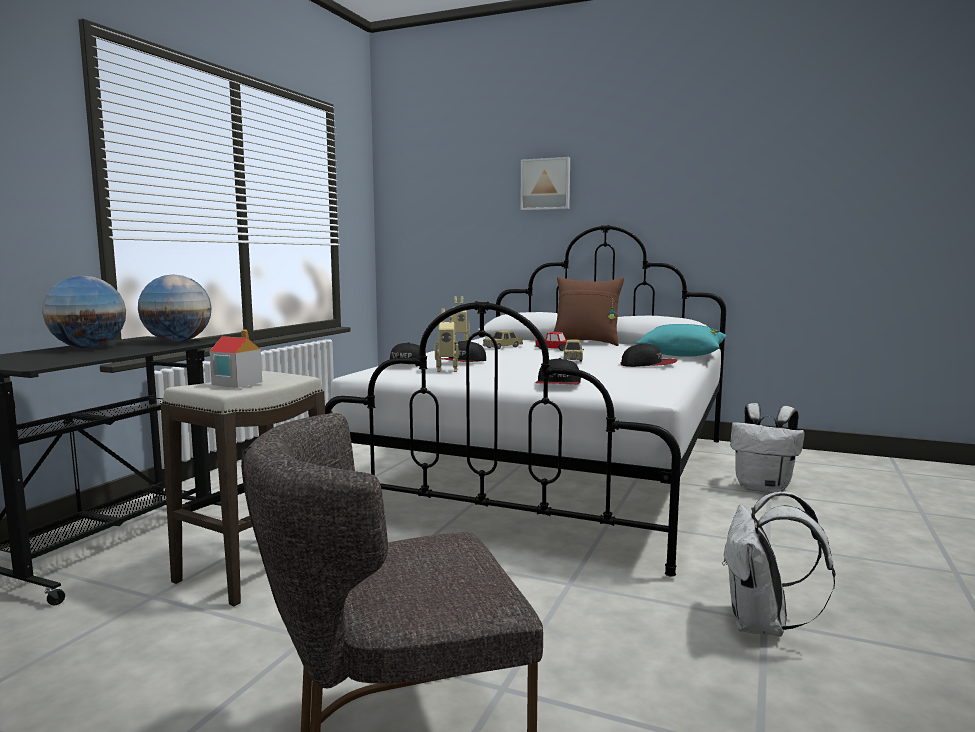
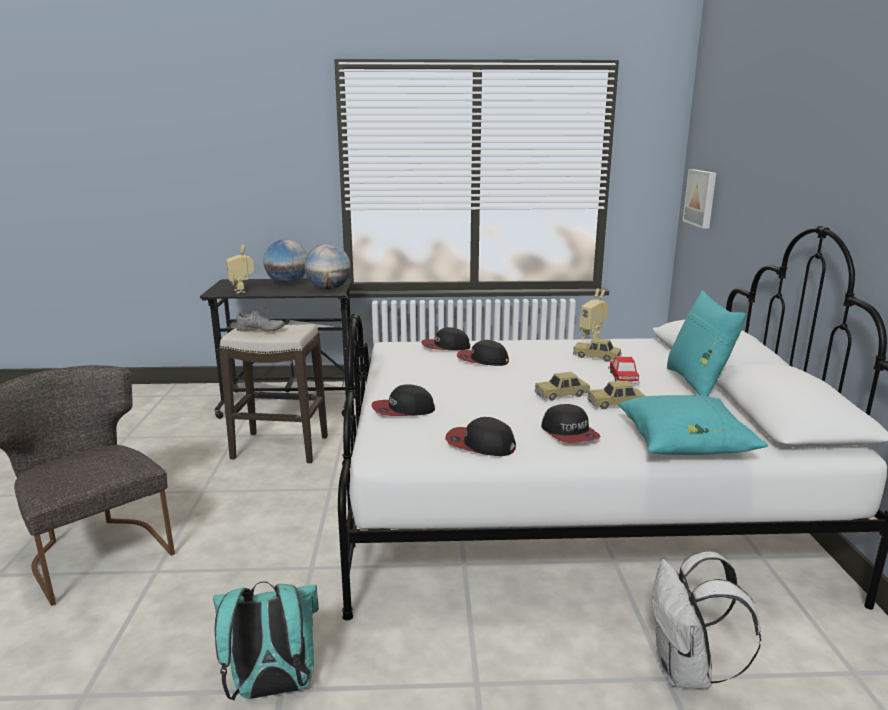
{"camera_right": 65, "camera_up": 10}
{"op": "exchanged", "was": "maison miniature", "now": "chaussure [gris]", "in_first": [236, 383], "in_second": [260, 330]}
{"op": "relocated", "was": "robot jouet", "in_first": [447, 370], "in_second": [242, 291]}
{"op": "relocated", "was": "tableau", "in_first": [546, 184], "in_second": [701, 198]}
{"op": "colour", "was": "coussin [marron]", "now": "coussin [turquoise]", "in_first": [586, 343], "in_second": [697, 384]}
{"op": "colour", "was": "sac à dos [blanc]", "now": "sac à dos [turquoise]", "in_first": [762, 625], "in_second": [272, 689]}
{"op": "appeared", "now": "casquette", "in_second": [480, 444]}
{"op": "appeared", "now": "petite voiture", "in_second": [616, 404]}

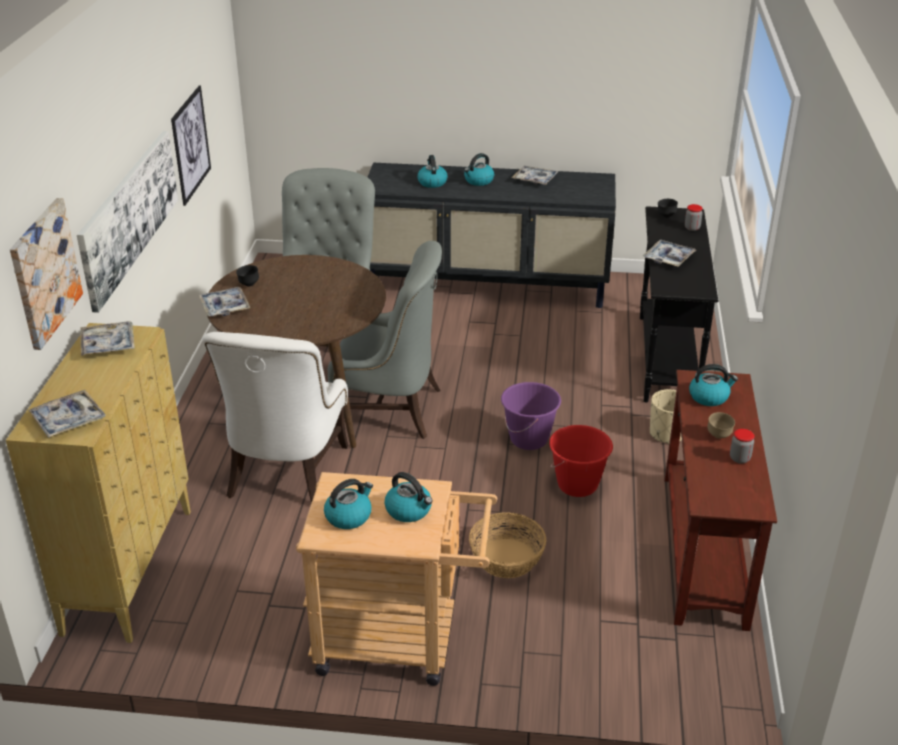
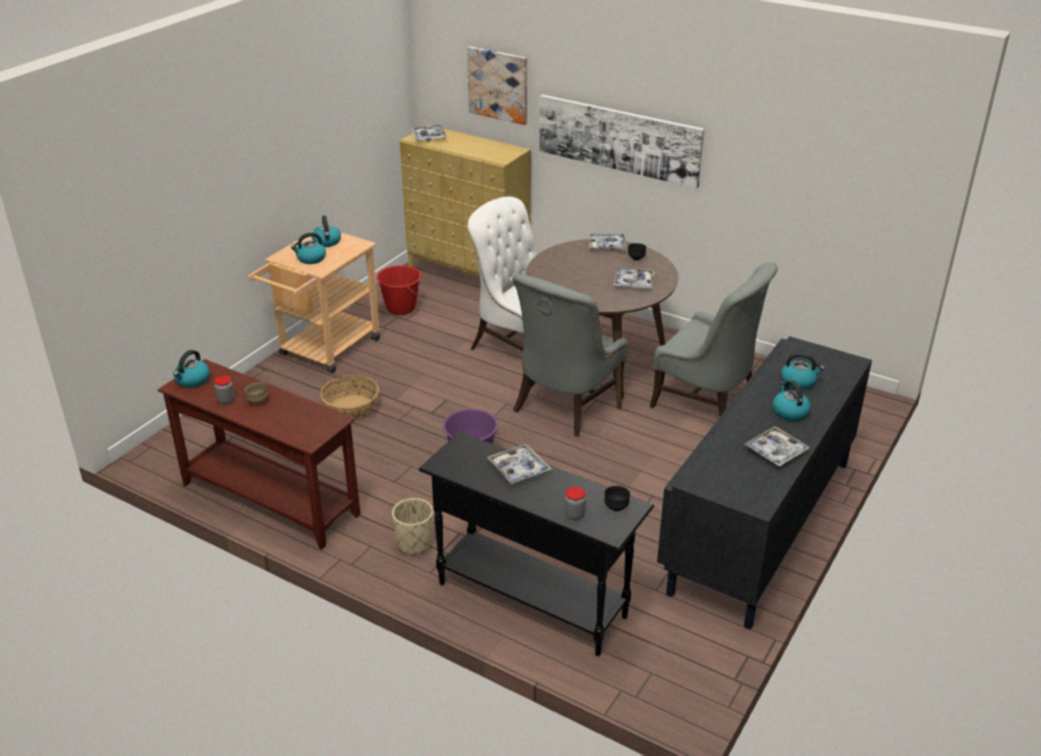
{"camera_right": 115, "camera_up": 0}
{"op": "relocated", "was": "plateau", "in_first": [108, 344], "in_second": [633, 282]}
{"op": "missing", "was": "tableau", "in_first": [191, 144]}
{"op": "relocated", "was": "seau [rouge]", "in_first": [577, 485], "in_second": [400, 308]}
{"op": "relocated", "was": "bouilloire", "in_first": [709, 397], "in_second": [192, 380]}

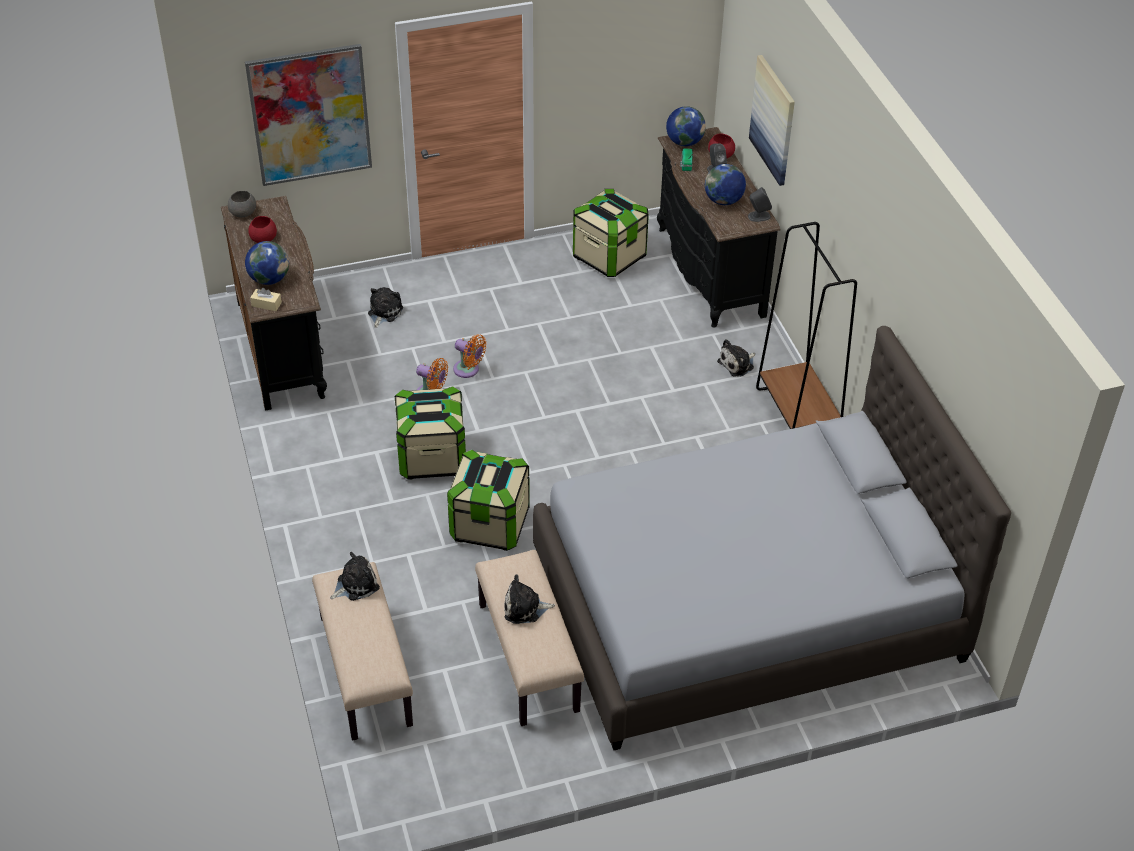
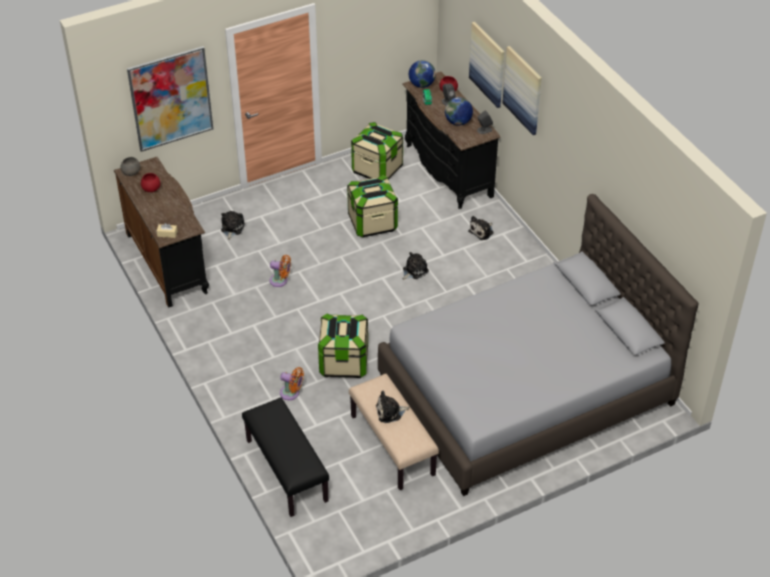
{"camera_right": -10, "camera_up": 0}
{"op": "missing", "was": "globe", "in_first": [269, 279]}
{"op": "colour", "was": "banc [beige]", "now": "banc [noir]", "in_first": [364, 670], "in_second": [286, 470]}
{"op": "relocated", "was": "peluche", "in_first": [355, 584], "in_second": [414, 271]}
{"op": "relocated", "was": "boîte de rangement", "in_first": [432, 457], "in_second": [372, 223]}
{"op": "relocated", "was": "ventilateur [orange]", "in_first": [468, 370], "in_second": [291, 393]}
{"op": "missing", "was": "portant", "in_first": [797, 414]}
{"op": "appeared", "now": "tableau", "in_second": [523, 90]}

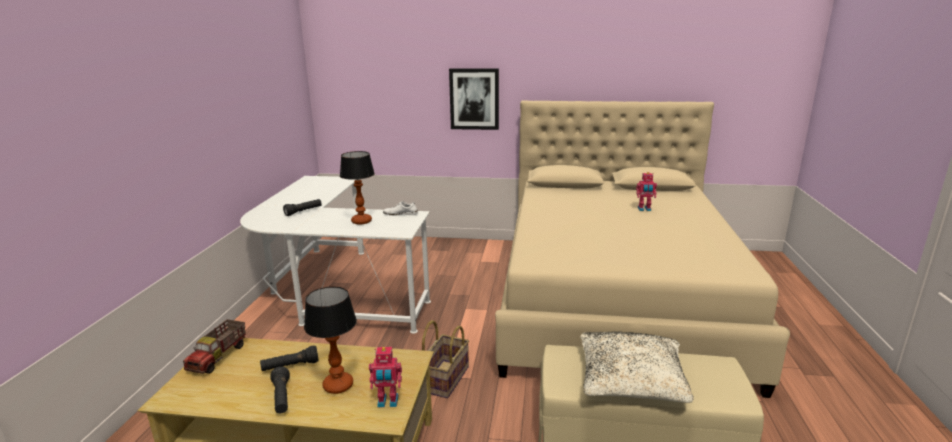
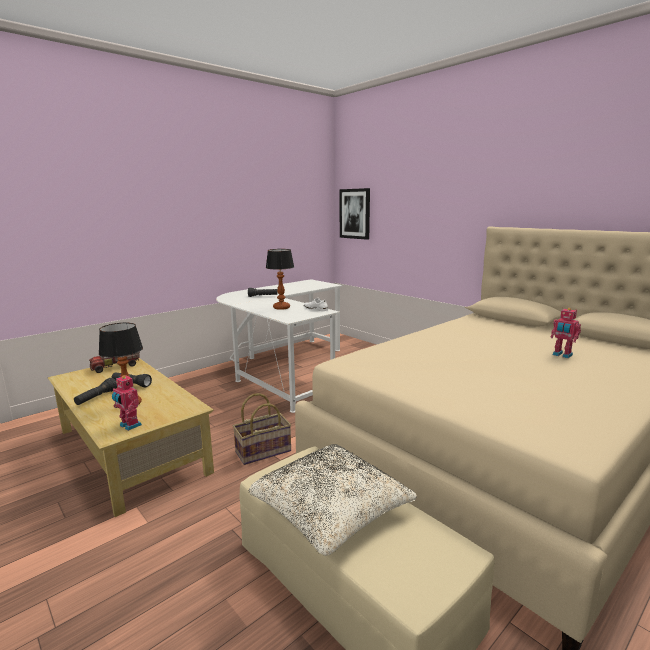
{"camera_right": 40, "camera_up": -5}
{"op": "relocated", "was": "tableau", "in_first": [474, 99], "in_second": [355, 213]}

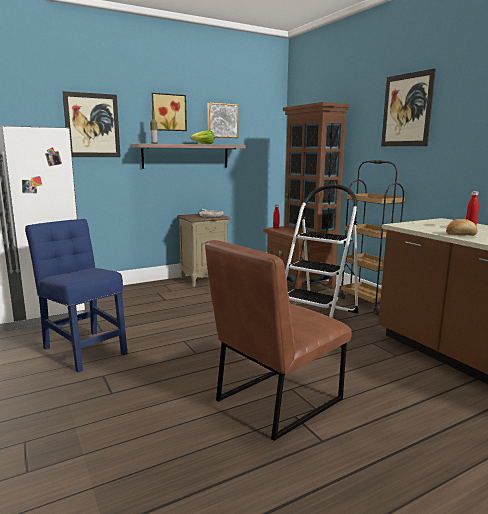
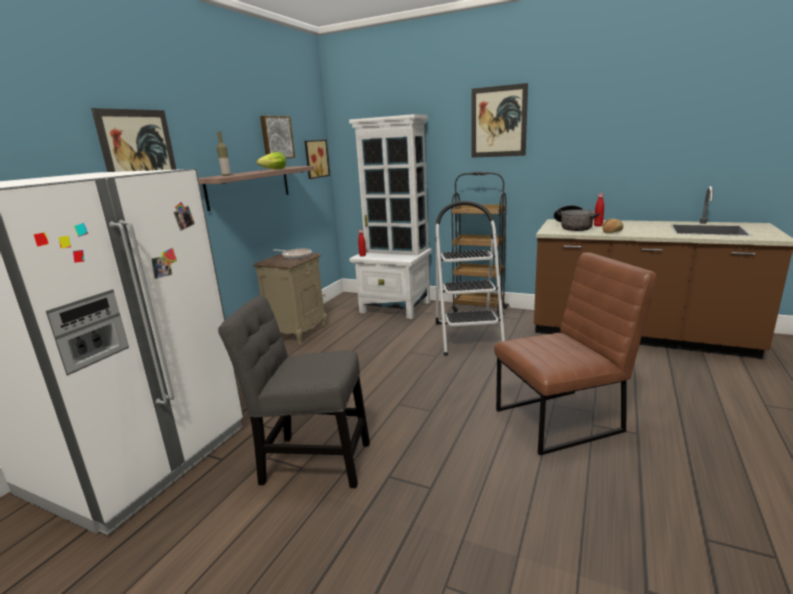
{"camera_right": -35, "camera_up": 5}
{"op": "colour", "was": "chaise [bleu]", "now": "chaise [gris]", "in_first": [83, 349], "in_second": [311, 461]}
{"op": "relocated", "was": "tableau", "in_first": [168, 112], "in_second": [315, 159]}
{"op": "spun", "was": "chaise [marron]", "in_first": [276, 400], "in_second": [561, 420], "clockwise": -120}
{"op": "colour", "was": "meuble de rangement [marron]", "now": "meuble de rangement [blanc]", "in_first": [299, 282], "in_second": [395, 307]}
{"op": "appeared", "now": "marmite", "in_second": [573, 227]}

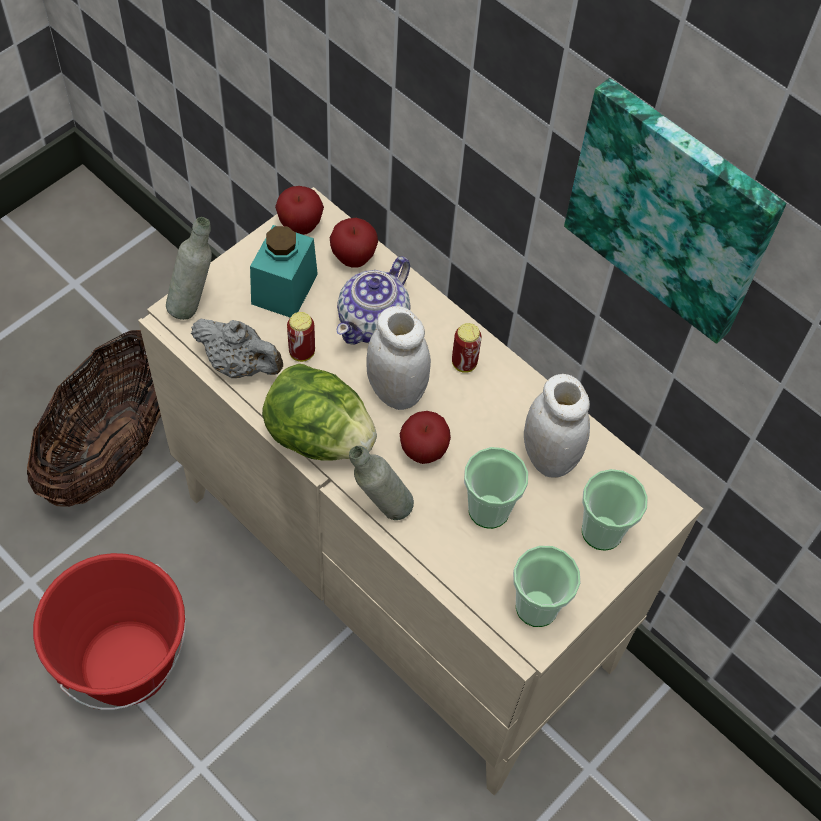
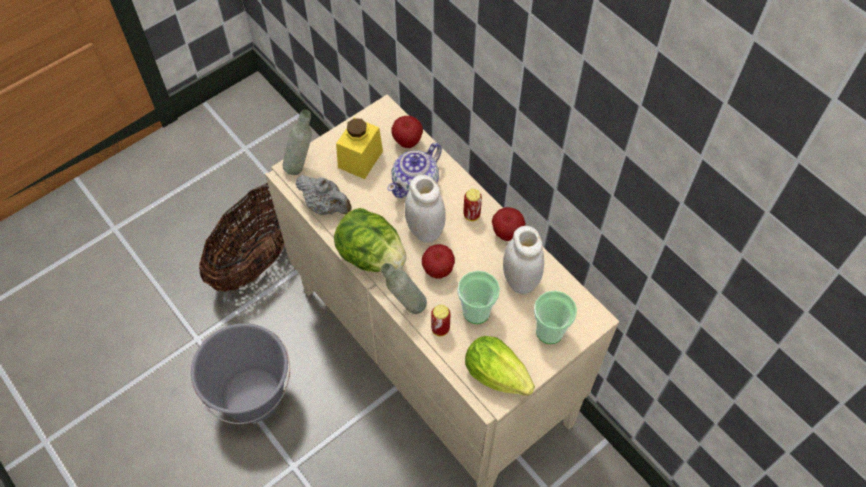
{"camera_right": 10, "camera_up": 0}
{"op": "colour", "was": "seau [rouge]", "now": "seau [gris]", "in_first": [126, 663], "in_second": [253, 396]}
{"op": "colour", "was": "bocal [turquoise]", "now": "bocal [jaune]", "in_first": [284, 289], "in_second": [360, 159]}
{"op": "relocated", "was": "pomme", "in_first": [300, 226], "in_second": [507, 233]}
{"op": "relocated", "was": "boîte métallique", "in_first": [302, 352], "in_second": [440, 329]}
{"op": "exchanged", "was": "tasse", "now": "laitue", "in_first": [536, 606], "in_second": [500, 377]}
{"op": "missing", "was": "tableau", "in_first": [672, 209]}

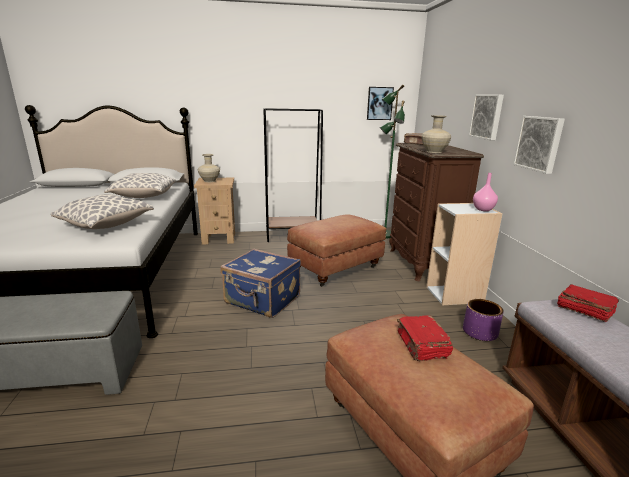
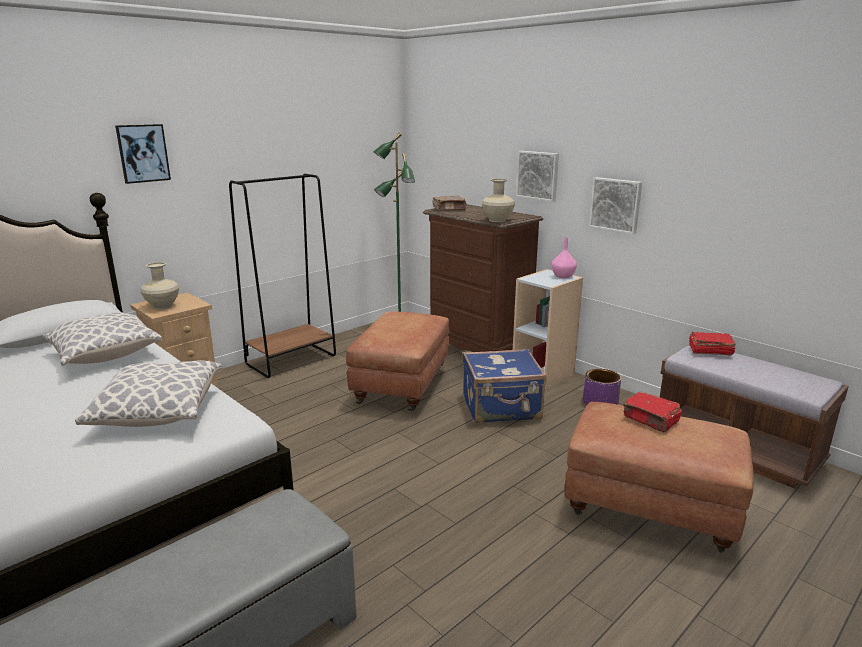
{"camera_right": -35, "camera_up": 0}
{"op": "relocated", "was": "valise [bleu]", "in_first": [262, 300], "in_second": [502, 408]}
{"op": "relocated", "was": "tableau", "in_first": [379, 103], "in_second": [143, 153]}

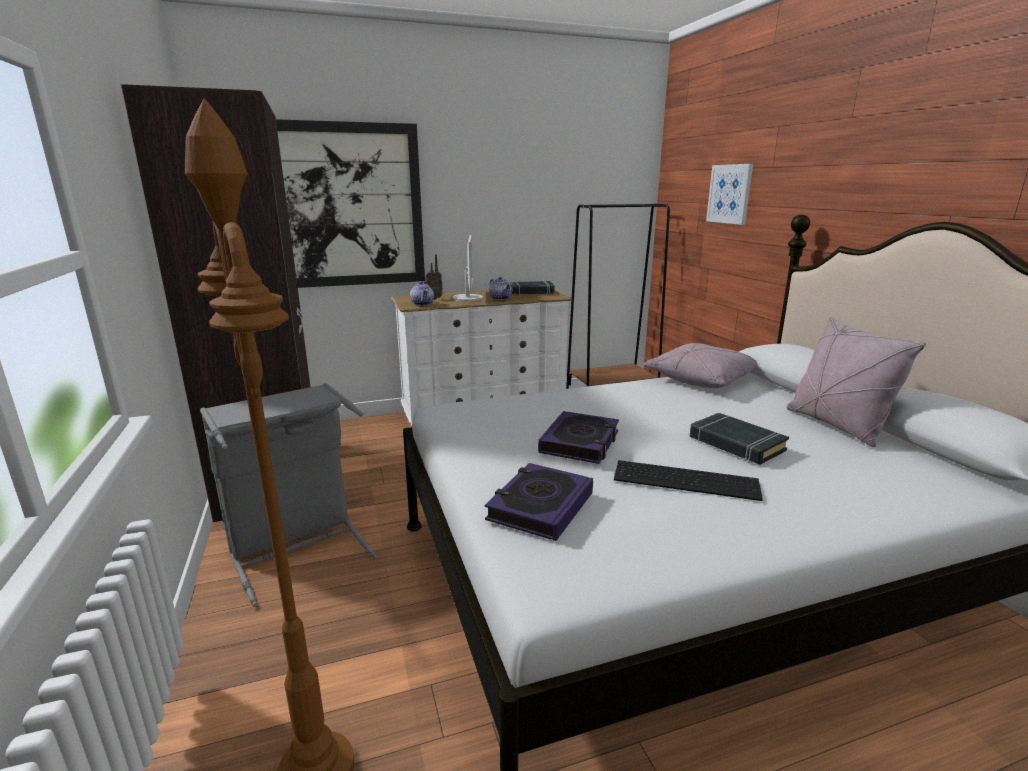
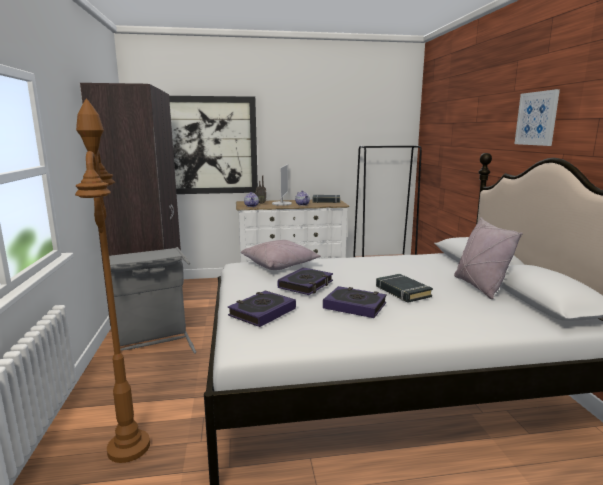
{"camera_right": 10, "camera_up": -5}
{"op": "exchanged", "was": "clavier", "now": "livre", "in_first": [683, 479], "in_second": [355, 306]}
{"op": "relocated", "was": "coussin [violet]", "in_first": [701, 379], "in_second": [280, 265]}
{"op": "relocated", "was": "tableau", "in_first": [730, 194], "in_second": [537, 118]}

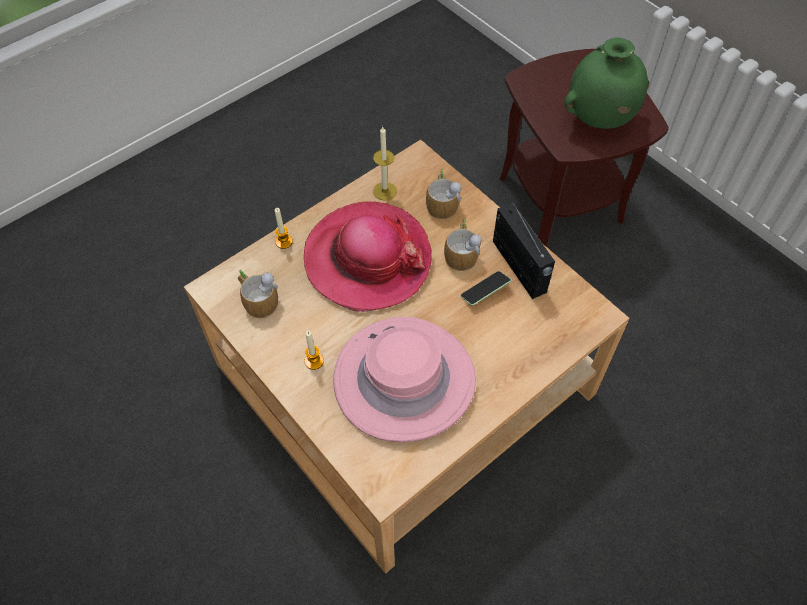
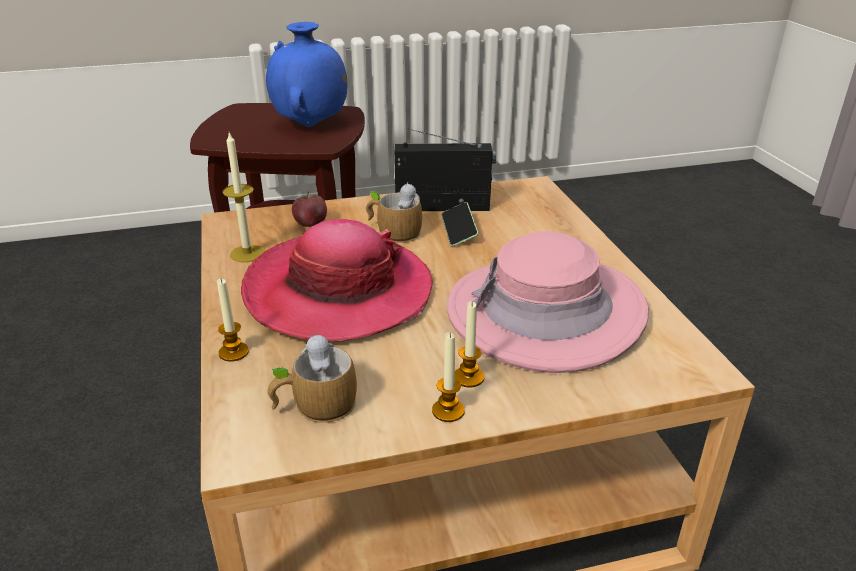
{"camera_right": -65, "camera_up": -25}
{"op": "exchanged", "was": "mug", "now": "pomme", "in_first": [442, 203], "in_second": [310, 224]}
{"op": "colour", "was": "vase [vert]", "now": "vase [bleu]", "in_first": [599, 120], "in_second": [311, 126]}
{"op": "appeared", "now": "bougie", "in_second": [448, 411]}

